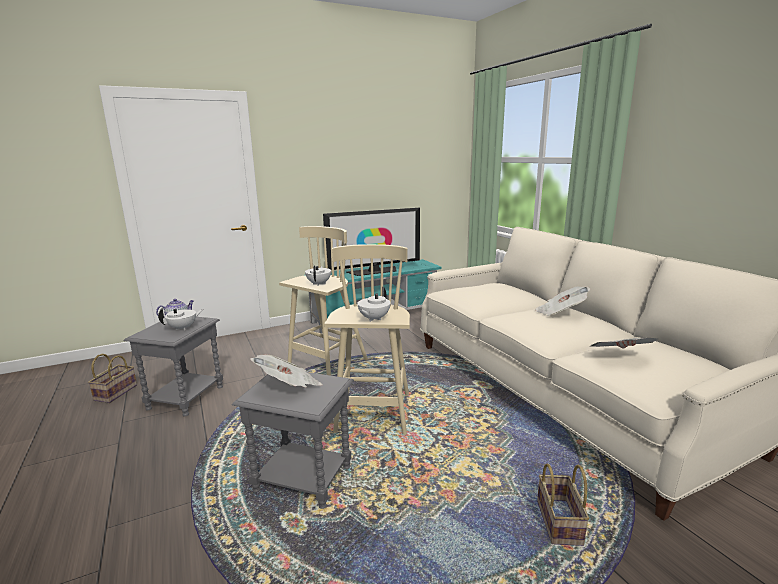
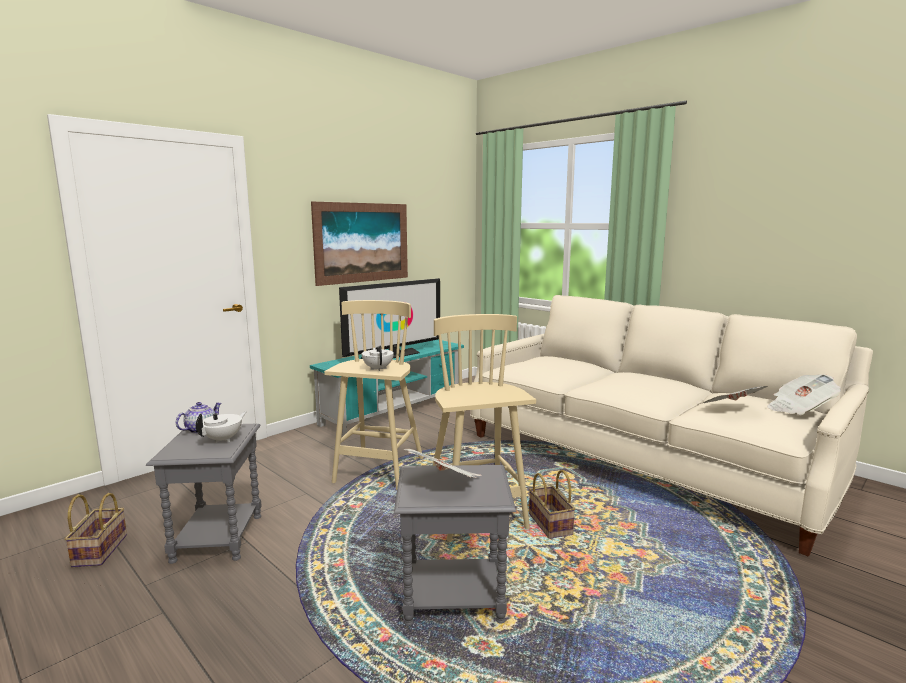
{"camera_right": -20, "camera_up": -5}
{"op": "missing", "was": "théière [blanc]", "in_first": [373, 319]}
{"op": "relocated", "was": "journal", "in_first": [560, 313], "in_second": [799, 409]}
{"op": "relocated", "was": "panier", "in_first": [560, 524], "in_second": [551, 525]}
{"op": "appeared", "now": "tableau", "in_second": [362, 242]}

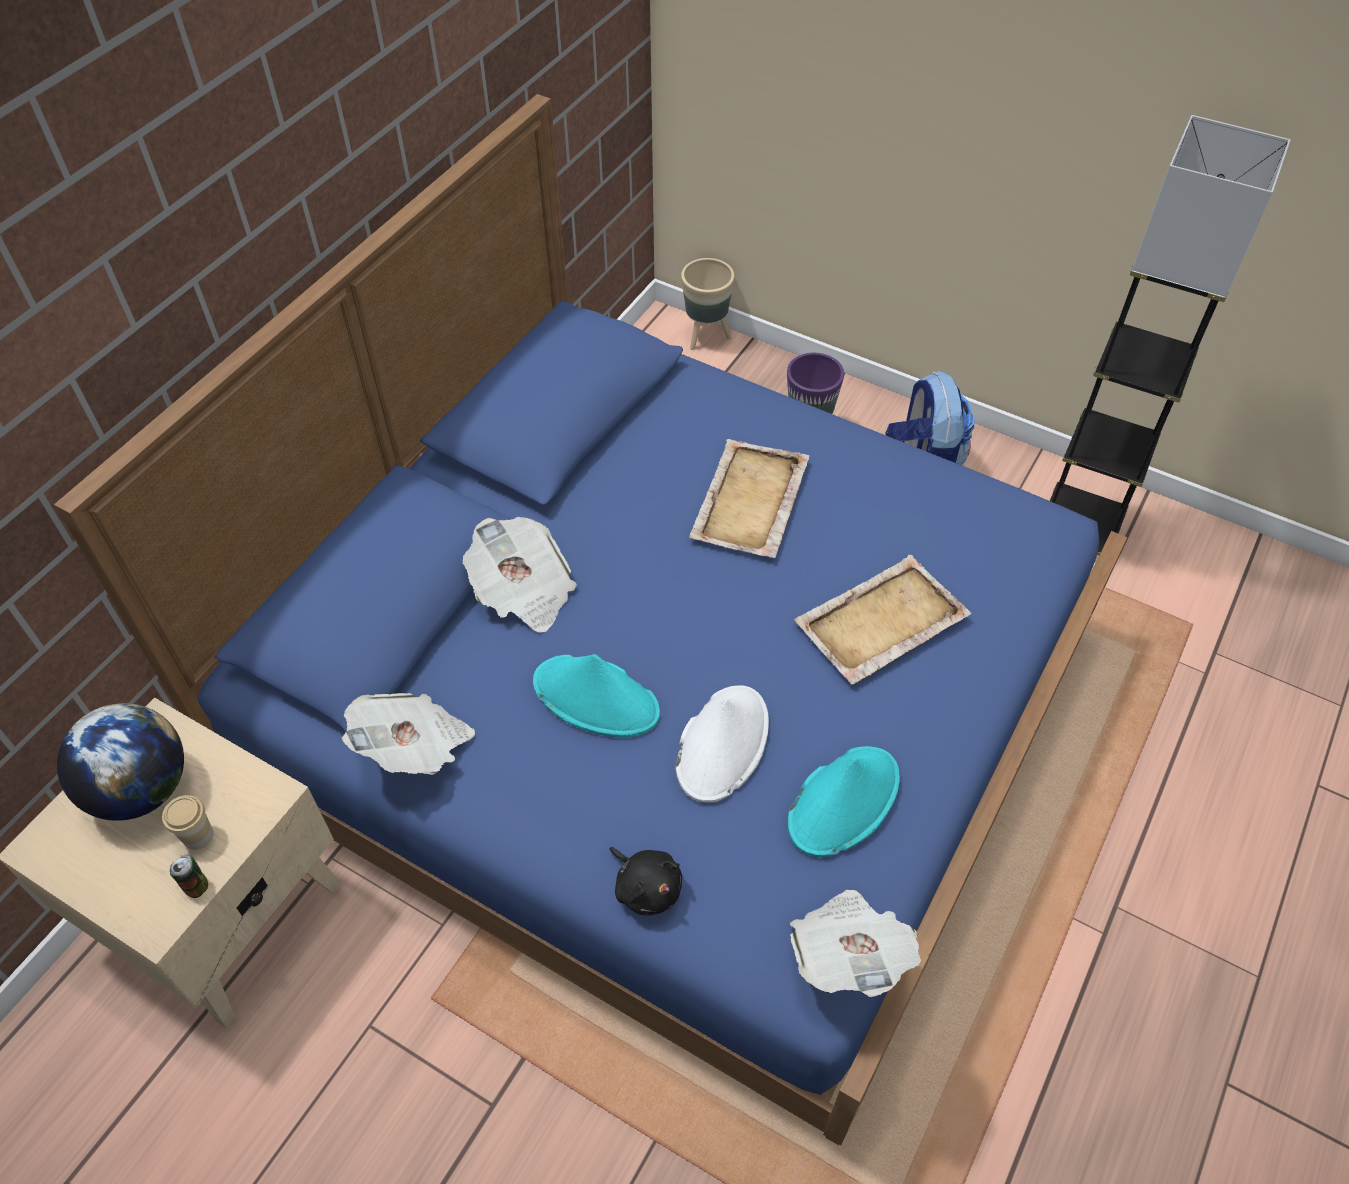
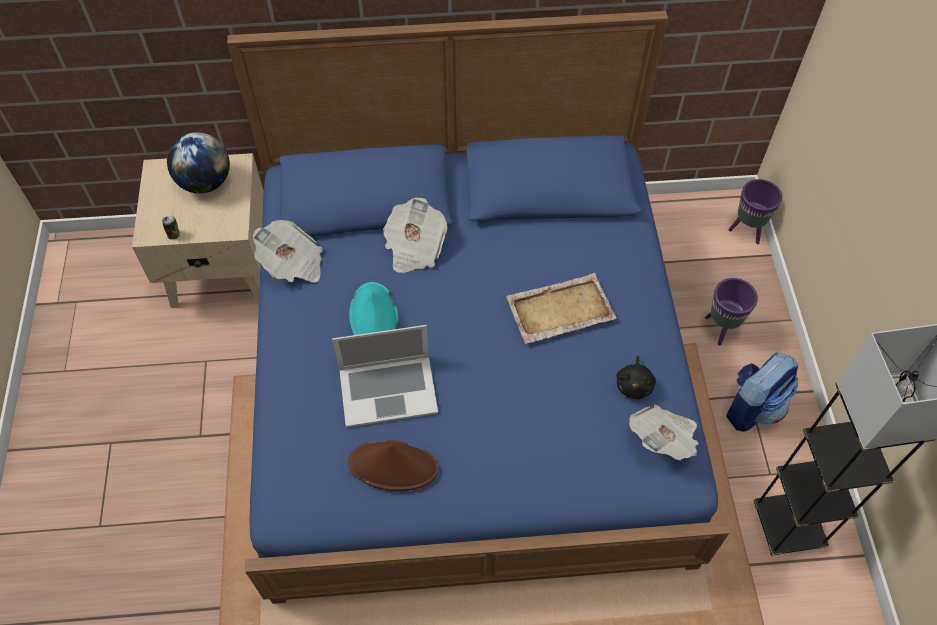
{"camera_right": 55, "camera_up": 5}
{"op": "missing", "was": "tasse", "in_first": [198, 835]}
{"op": "relocated", "was": "peluche [noir]", "in_first": [646, 887], "in_second": [634, 384]}
{"op": "exchanged", "was": "chapeau [blanc]", "now": "ordinateur portable", "in_first": [722, 743], "in_second": [388, 390]}
{"op": "colour", "was": "cache-pot [beige]", "now": "cache-pot [violet]", "in_first": [706, 336], "in_second": [747, 231]}
{"op": "colour", "was": "chapeau [turquoise]", "now": "chapeau [marron]", "in_first": [844, 801], "in_second": [393, 466]}
{"op": "relocated", "was": "journal", "in_first": [849, 953], "in_second": [663, 439]}
{"op": "missing", "was": "plateau [beige]", "in_first": [880, 622]}

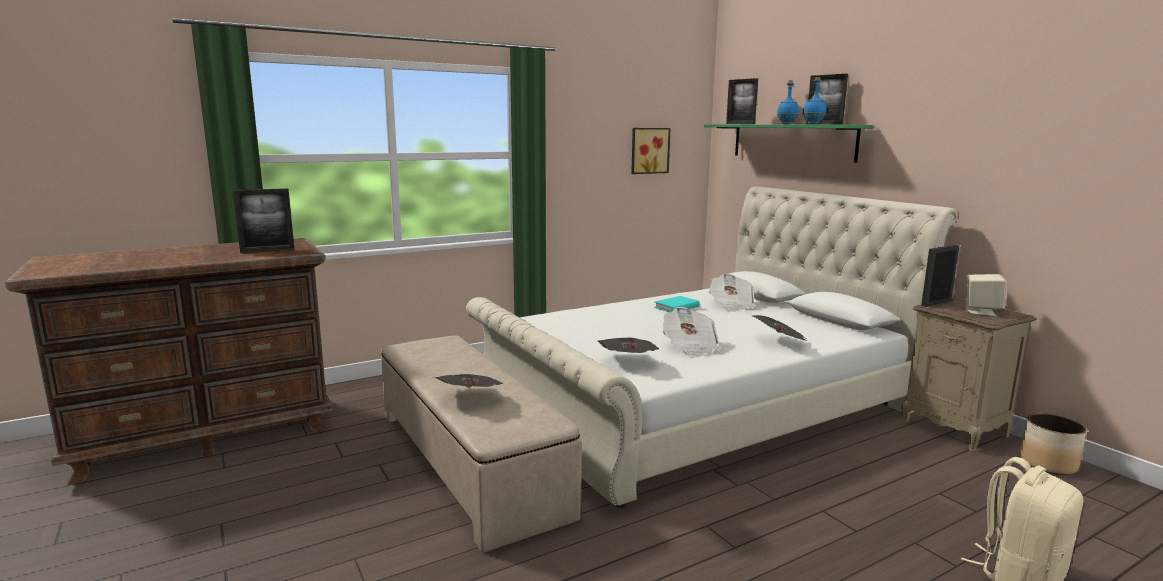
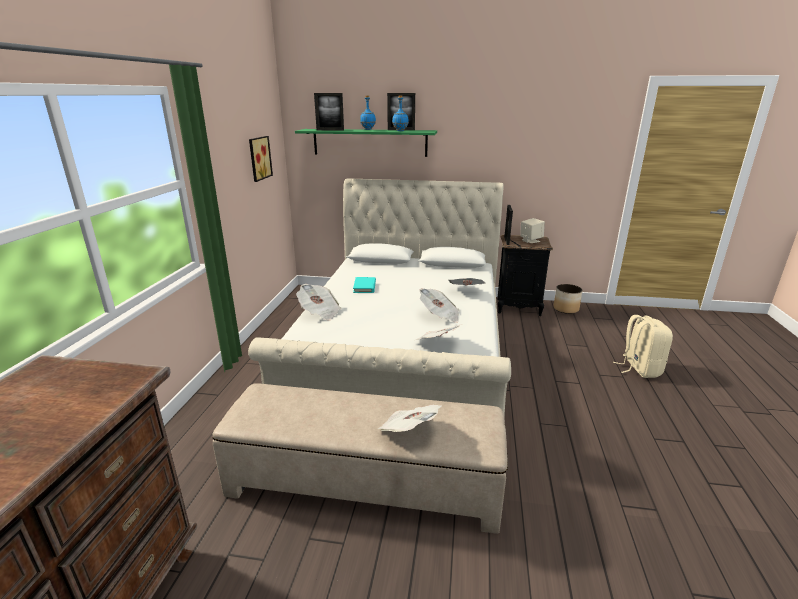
{"camera_right": -50, "camera_up": 10}
{"op": "missing", "was": "cadre photo", "in_first": [267, 251]}
{"op": "relocated", "was": "journal", "in_first": [731, 305], "in_second": [320, 312]}
{"op": "colour", "was": "table de chevet [beige]", "now": "table de chevet [noir]", "in_first": [953, 430], "in_second": [518, 307]}

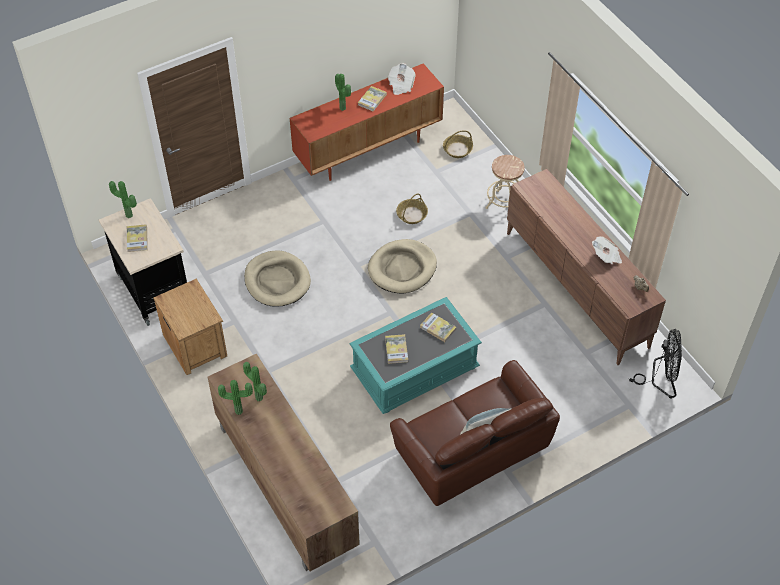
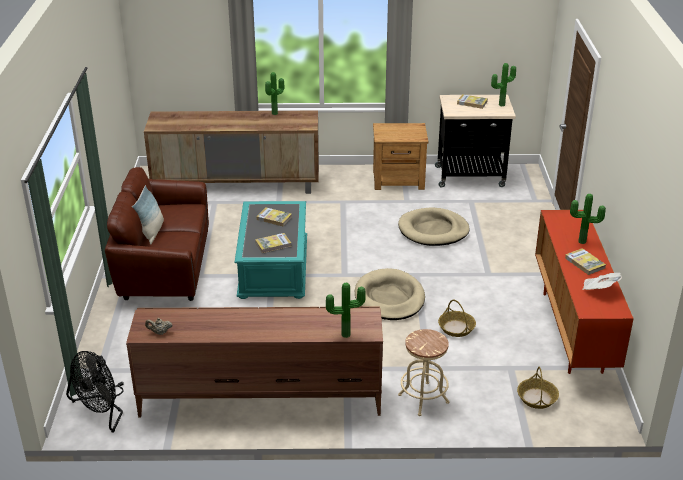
{"camera_right": 120, "camera_up": -20}
{"op": "relocated", "was": "plante en pot", "in_first": [258, 399], "in_second": [345, 334]}
{"op": "missing", "was": "journal", "in_first": [606, 256]}

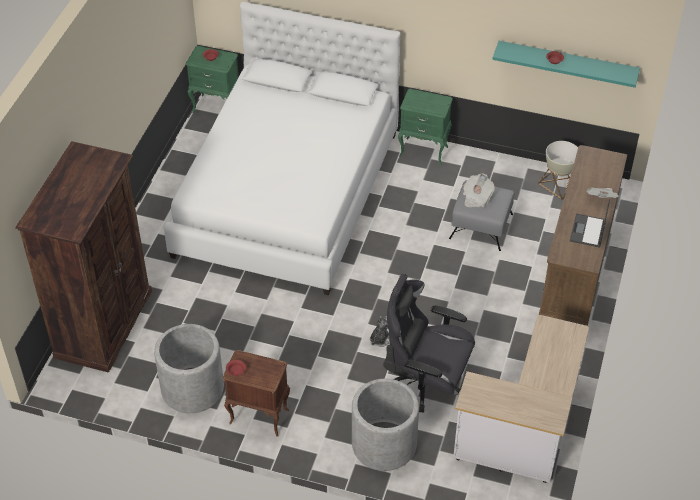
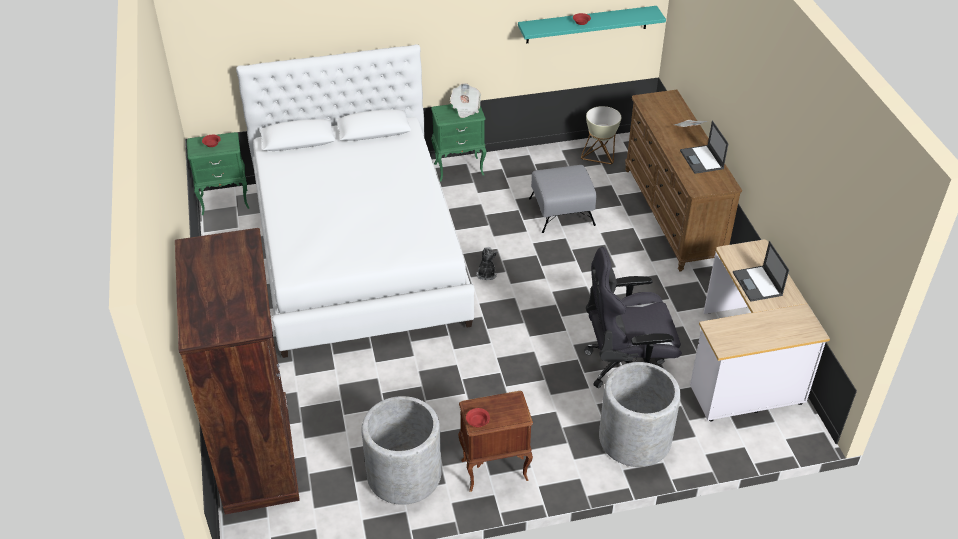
{"camera_right": -30, "camera_up": -5}
{"op": "relocated", "was": "peluche", "in_first": [380, 339], "in_second": [486, 274]}
{"op": "relocated", "was": "journal", "in_first": [476, 197], "in_second": [465, 108]}
{"op": "appeared", "now": "ordinateur portable", "in_second": [757, 284]}

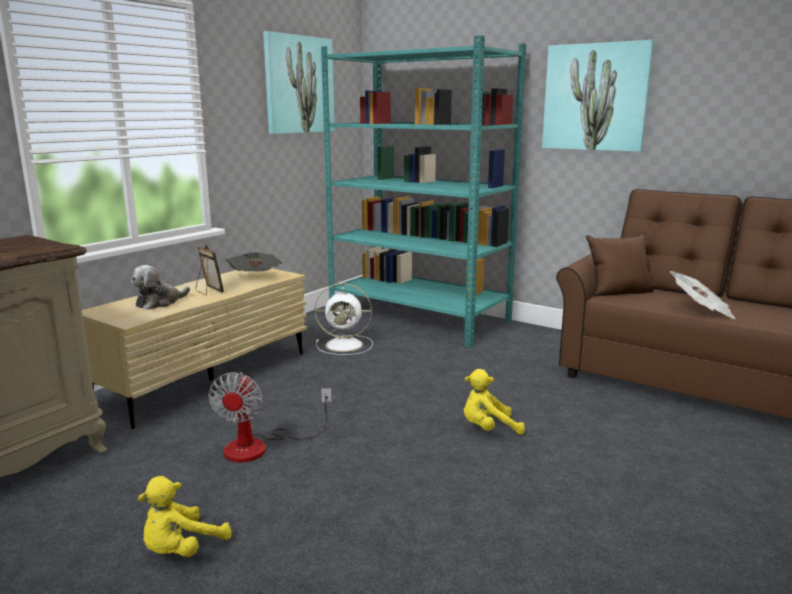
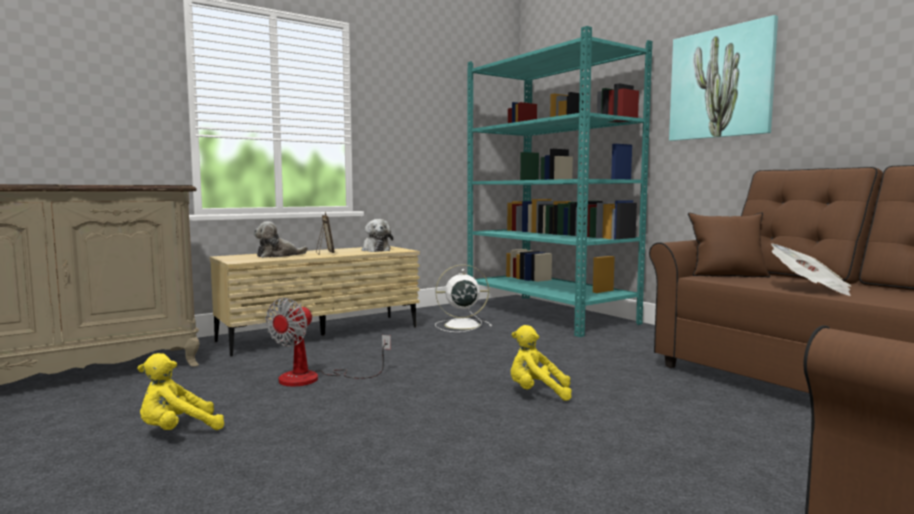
{"camera_right": 20, "camera_up": -10}
{"op": "exchanged", "was": "journal", "now": "peluche", "in_first": [255, 277], "in_second": [375, 250]}
{"op": "missing", "was": "tableau", "in_first": [299, 85]}
{"op": "spun", "was": "ventilateur [blanc]", "in_first": [346, 345], "in_second": [460, 325], "clockwise": 150}

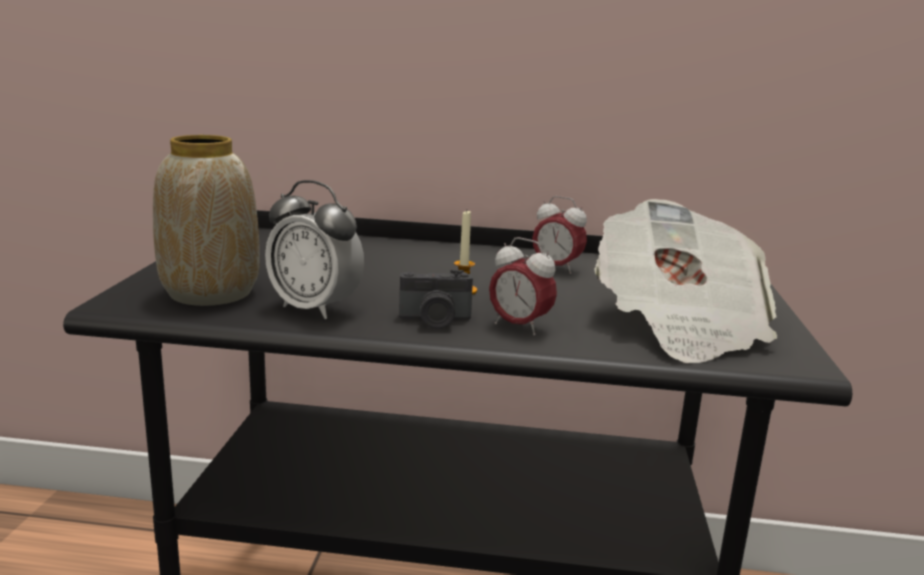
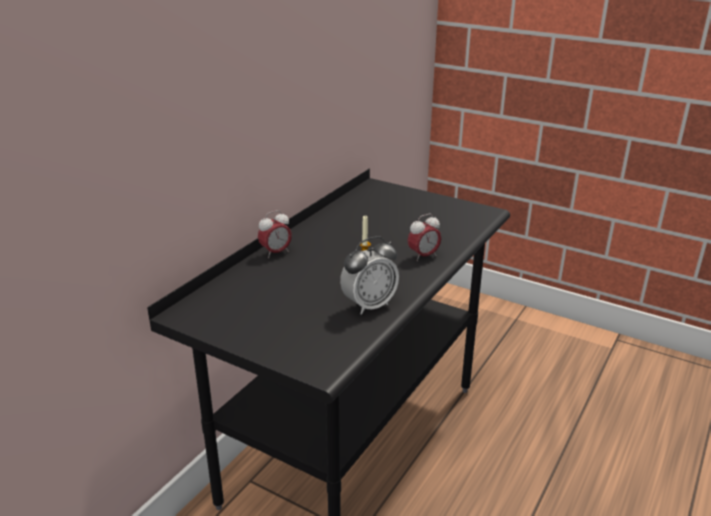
{"camera_right": -65, "camera_up": 10}
{"op": "missing", "was": "vase", "in_first": [212, 293]}
{"op": "missing", "was": "appareil photo", "in_first": [435, 320]}
{"op": "relocated", "was": "réveil", "in_first": [556, 268], "in_second": [275, 253]}
{"op": "missing", "was": "journal", "in_first": [679, 325]}

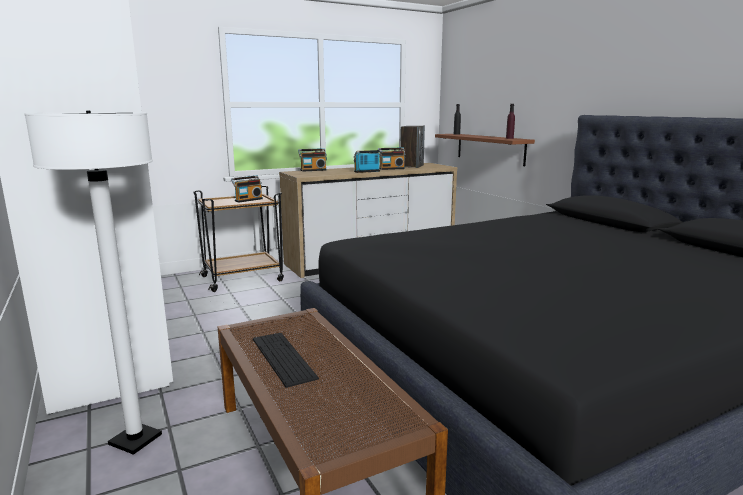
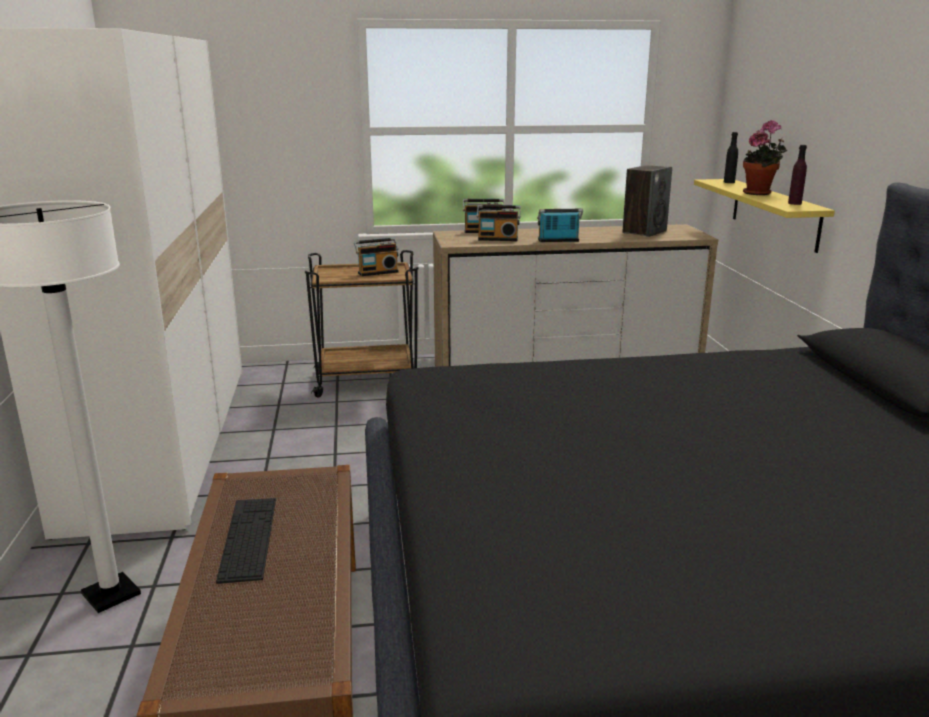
{"camera_right": 20, "camera_up": 5}
{"op": "relocated", "was": "radio", "in_first": [391, 168], "in_second": [498, 239]}
{"op": "colour", "was": "étagère [marron]", "now": "étagère [jaune]", "in_first": [490, 148], "in_second": [774, 213]}
{"op": "appeared", "now": "plante en pot", "in_second": [759, 193]}

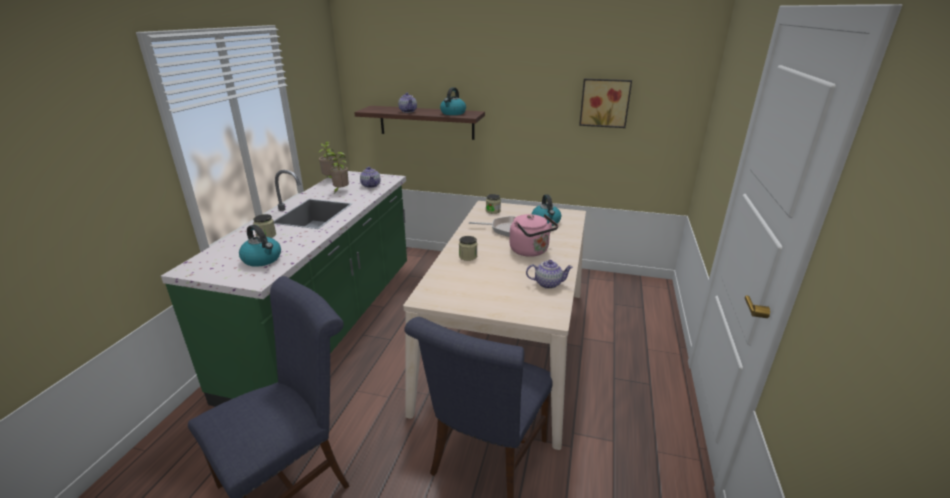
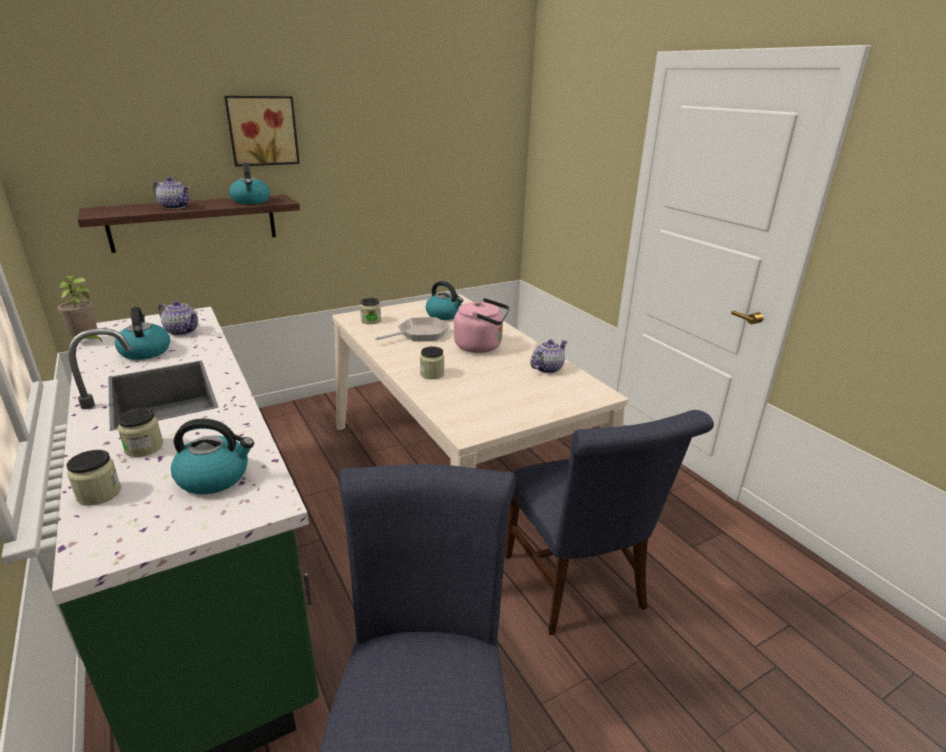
{"camera_right": -45, "camera_up": 0}
{"op": "exchanged", "was": "plante en pot", "now": "bouilloire", "in_first": [340, 191], "in_second": [145, 351]}
{"op": "relocated", "was": "tableau", "in_first": [604, 103], "in_second": [262, 130]}
{"op": "appeared", "now": "bocal", "in_second": [99, 493]}

